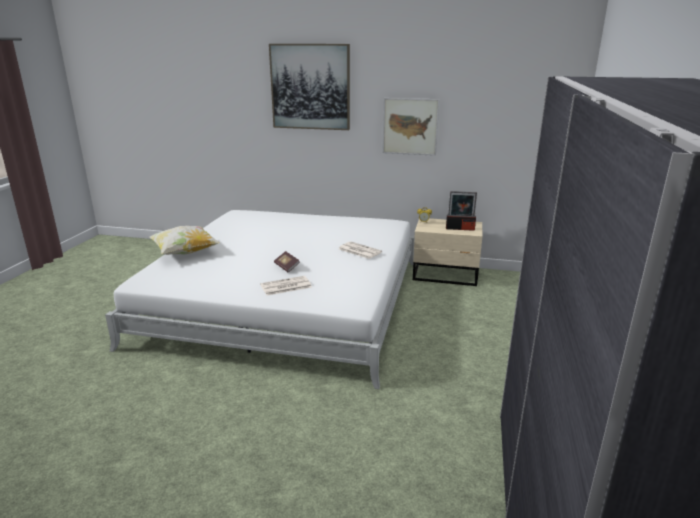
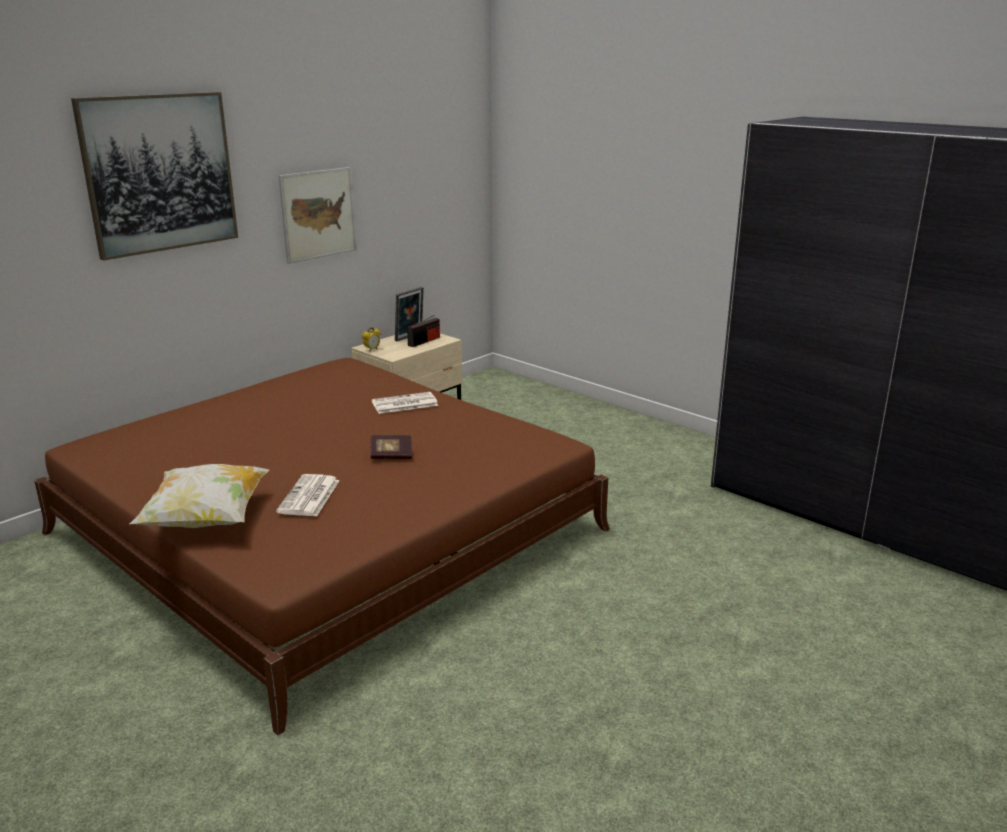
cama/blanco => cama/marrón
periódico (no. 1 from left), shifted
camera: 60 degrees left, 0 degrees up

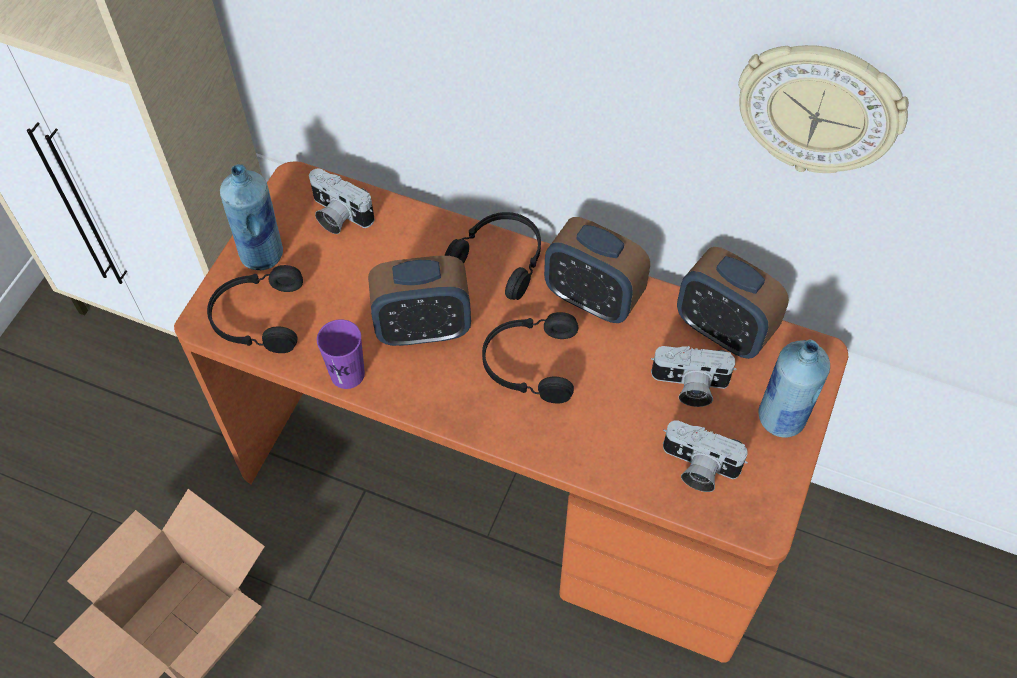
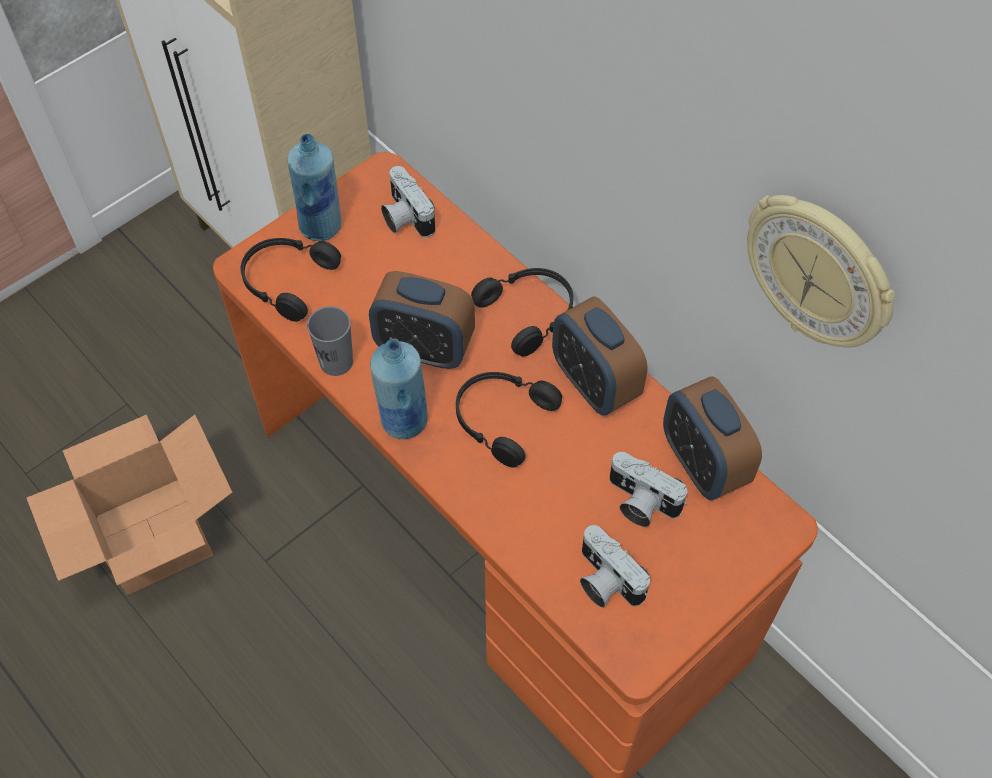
taza/morado => taza/gris
botella/azul (no. 2 from left), shifted
camera: 25 degrees right, 0 degrees up

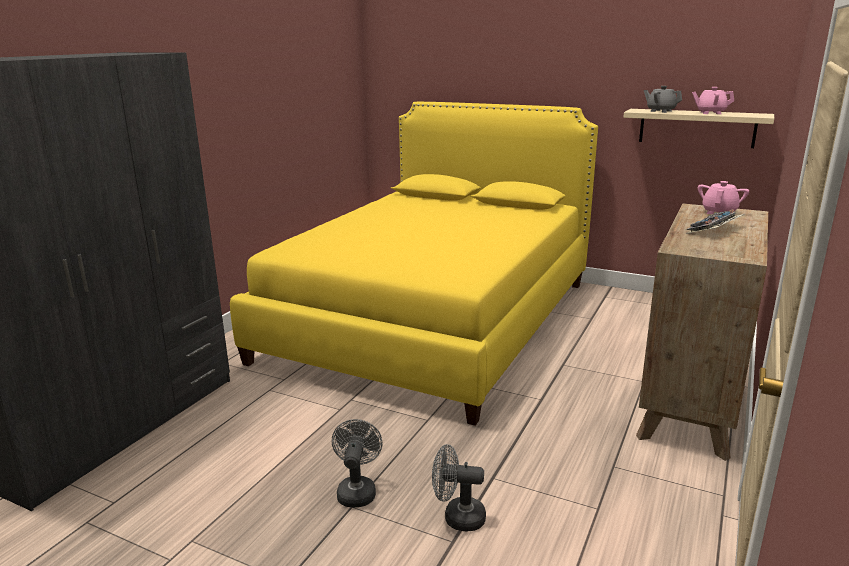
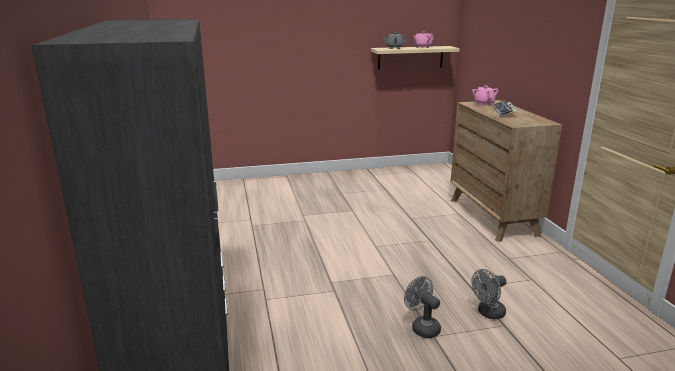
cama/amarillo => nothing
camera: 40 degrees left, 0 degrees up

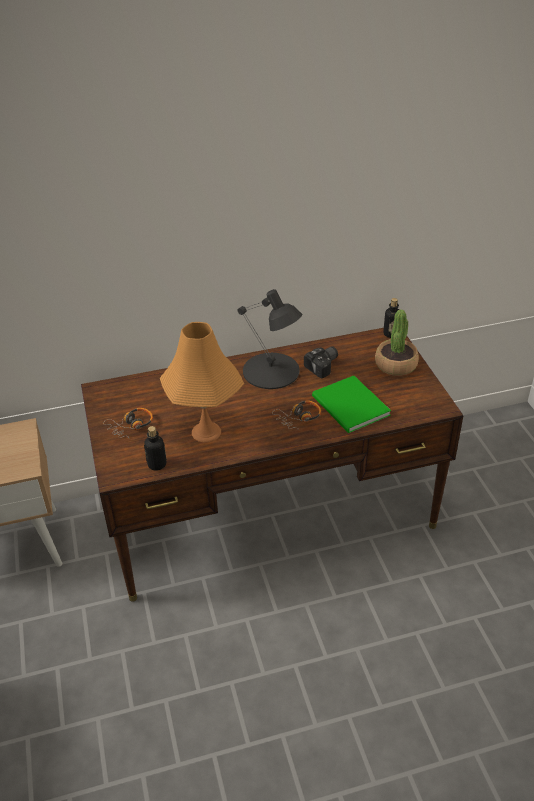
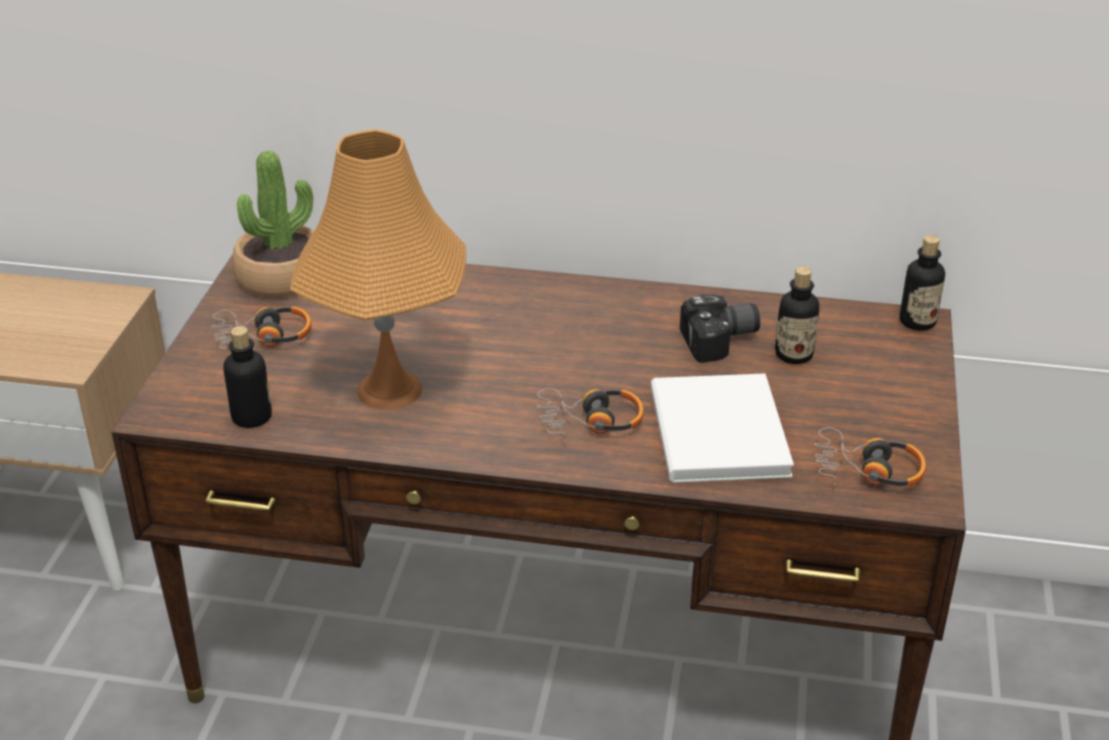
planta en maceta, shifted
libro/verde => libro/blanco
nothing => botella (no. 2 from left)
nothing => auriculares (no. 3 from left)
lámpara de mesa/negro => nothing
camera: 25 degrees right, 5 degrees down

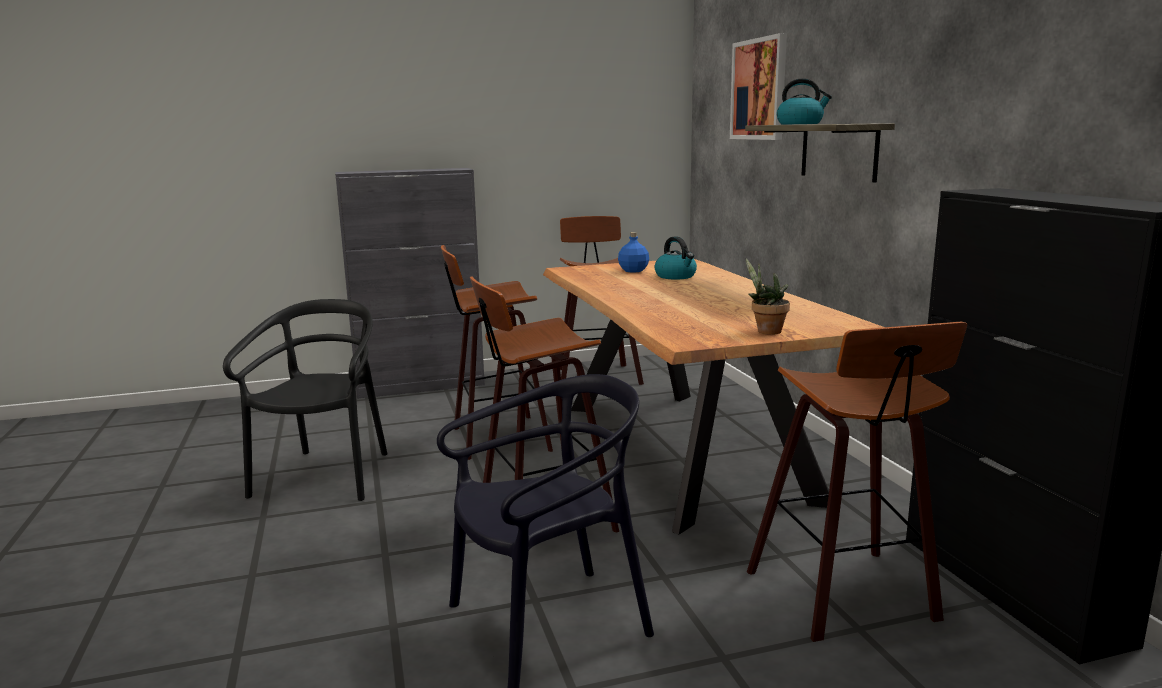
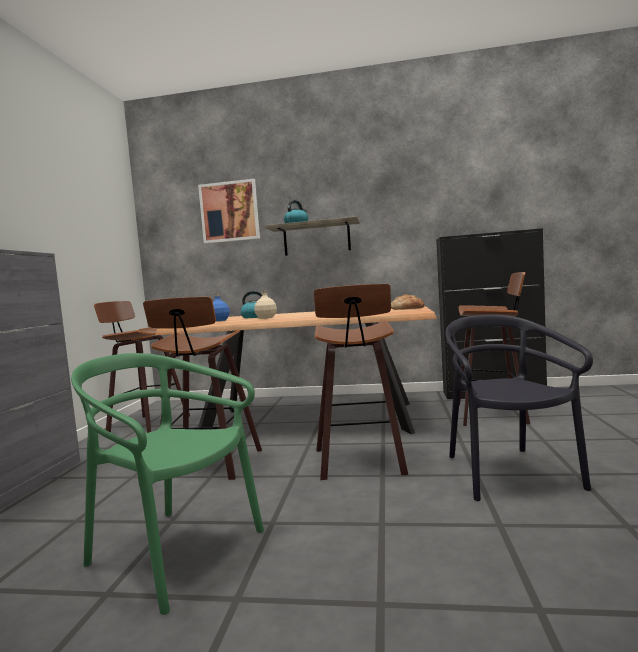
silla/negro (no. 1 from left) => silla/verde
nothing => botella/beis
planta en maceta => pan
camera: 65 degrees left, 10 degrees down

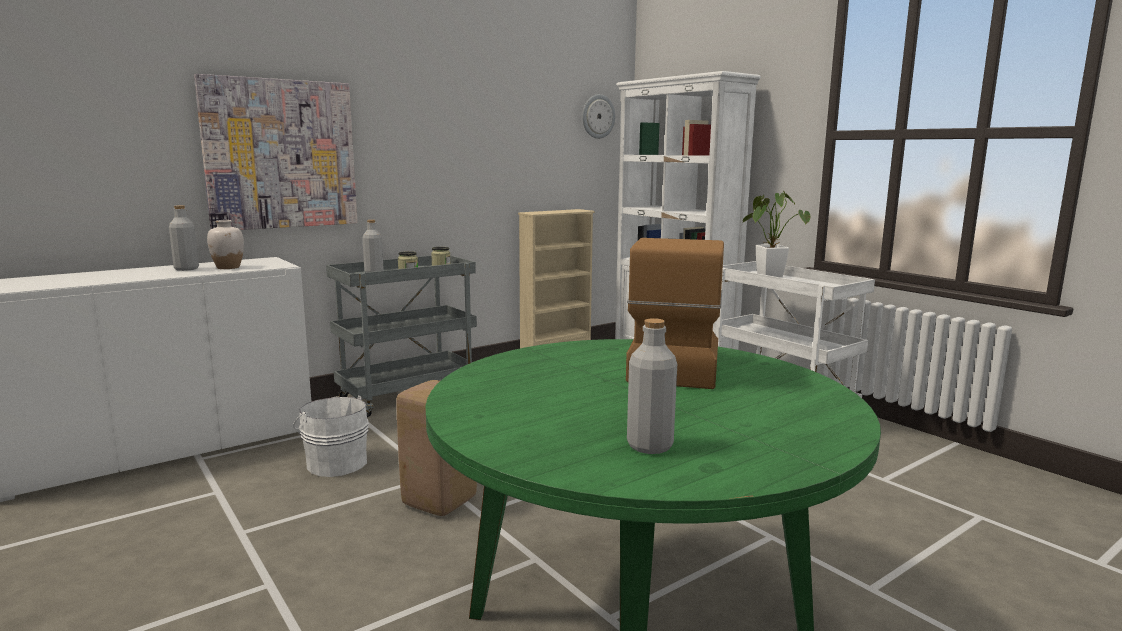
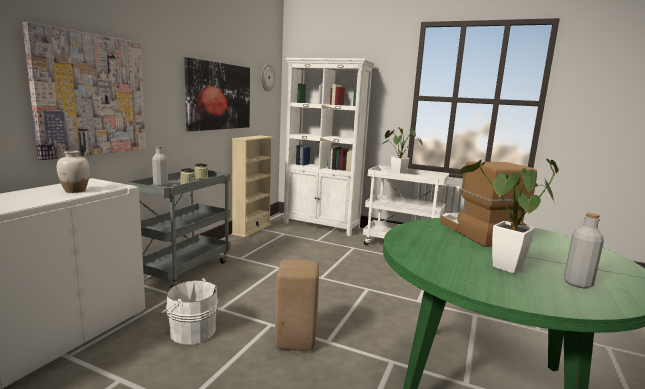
nothing => cuadro (no. 2 from left)
nothing => planta en maceta (no. 2 from left)
botella/gris (no. 1 from left) => nothing
camera: 30 degrees left, 0 degrees up

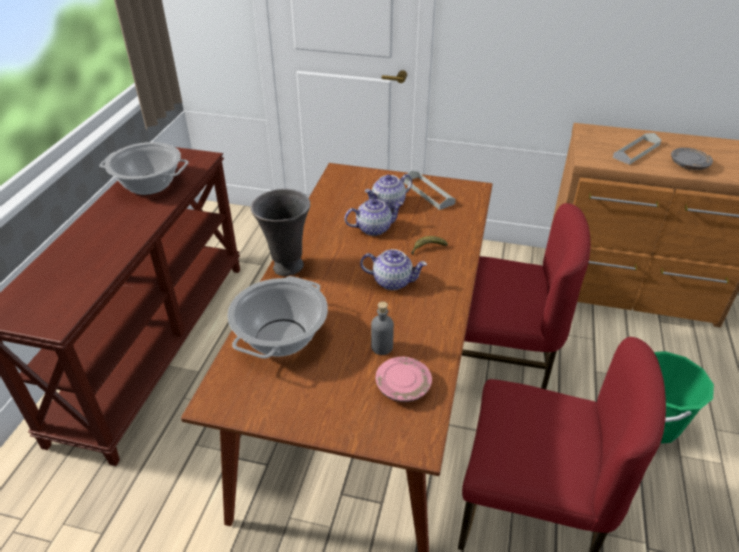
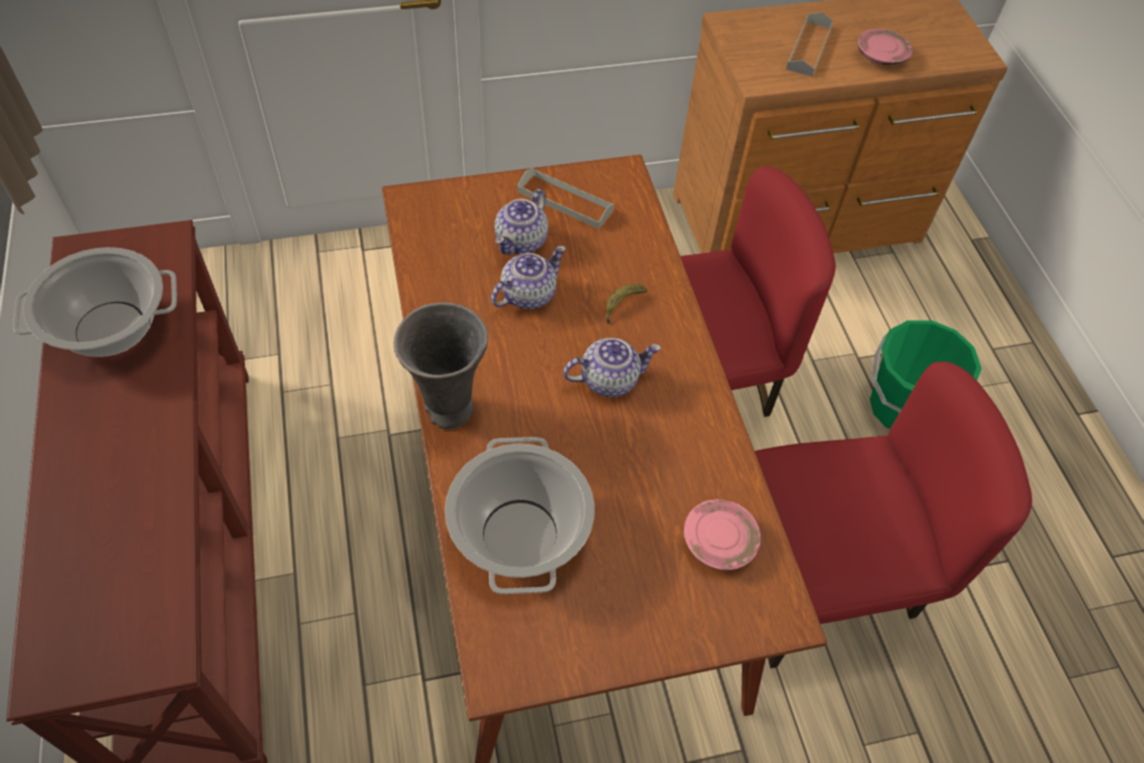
plato/gris => plato/rosa (no. 2 from left)
botella/gris => nothing
camera: 30 degrees left, 15 degrees up

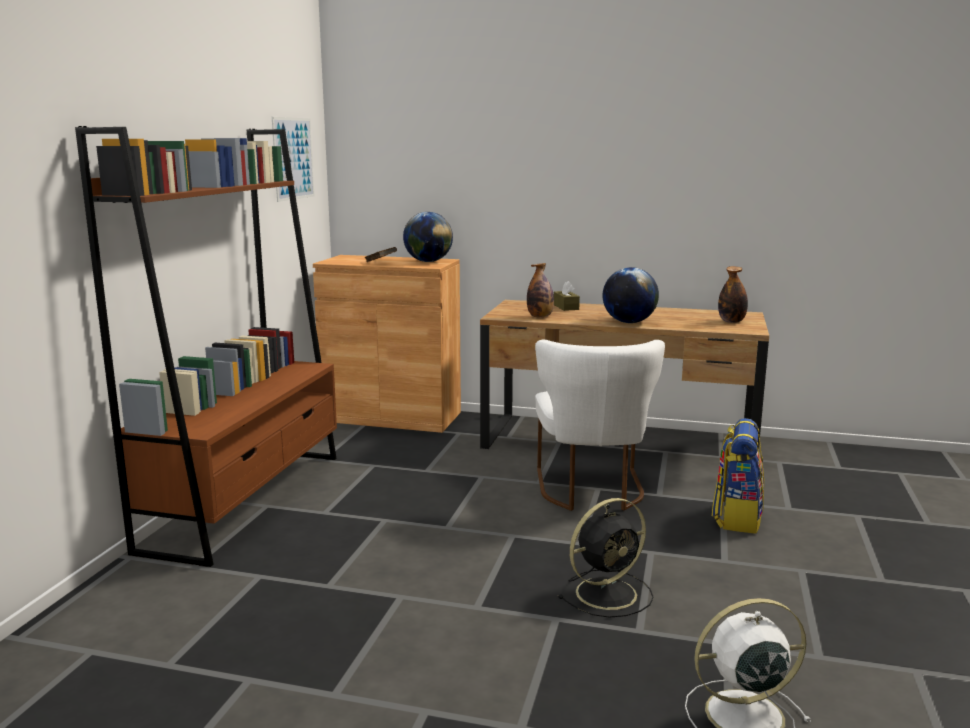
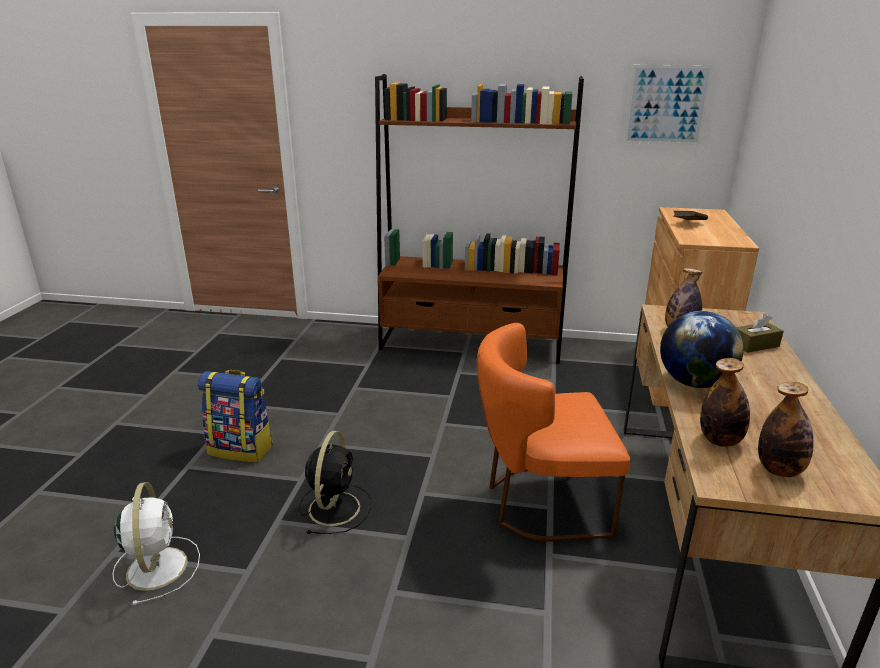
mochila, shifted
ventilador/negro, 135 degrees counterclockwise
silla/blanco => silla/naranja
nothing => botella (no. 2 from left)
globo terráqueo (no. 1 from left) => nothing
camera: 85 degrees right, 10 degrees up

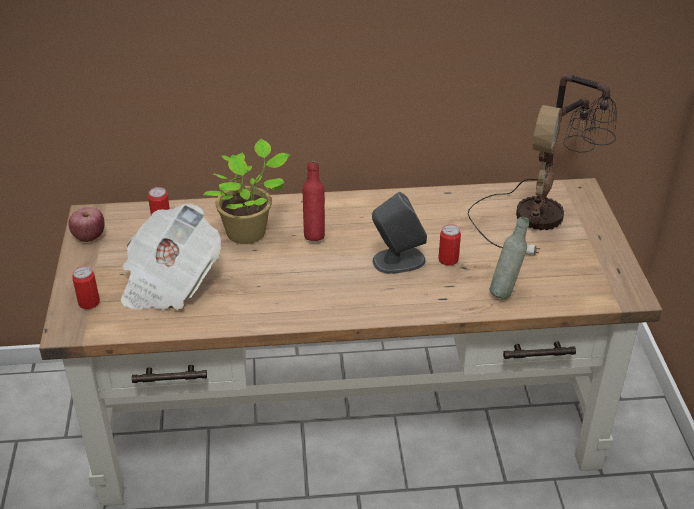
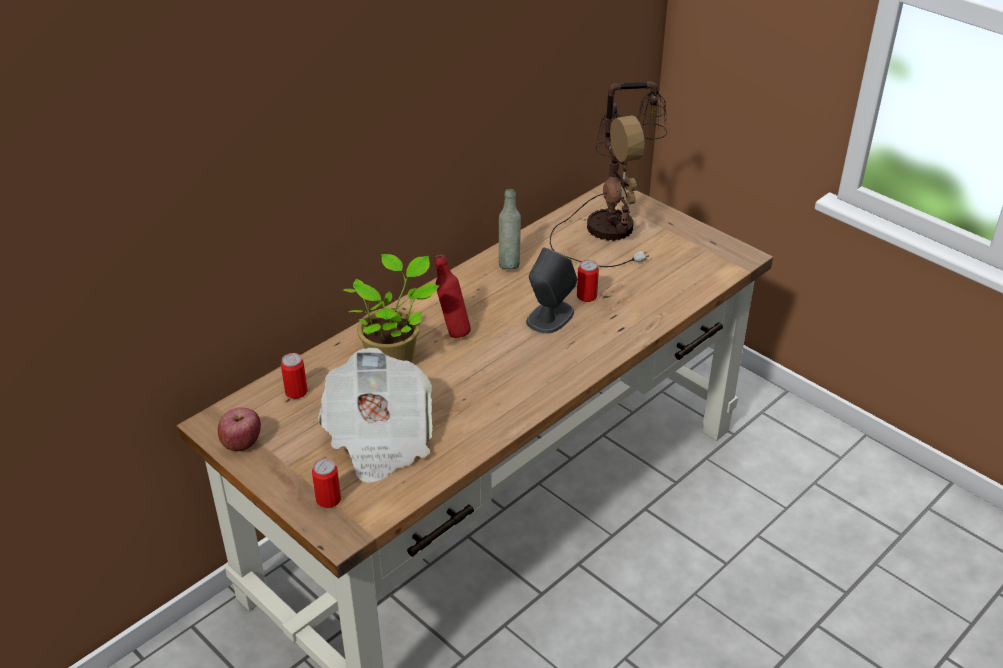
botella/gris, shifted
camera: 40 degrees left, 0 degrees up

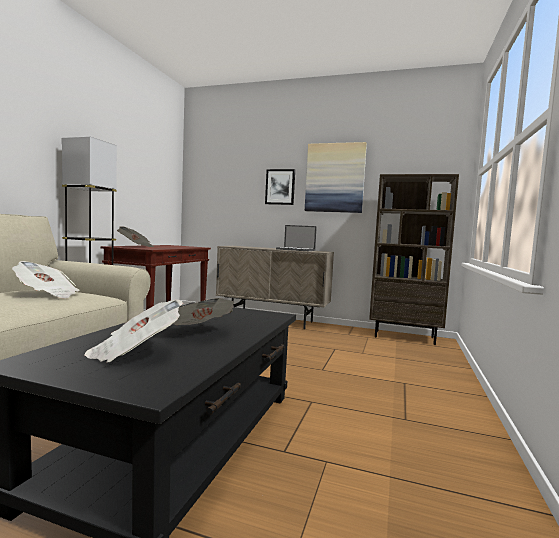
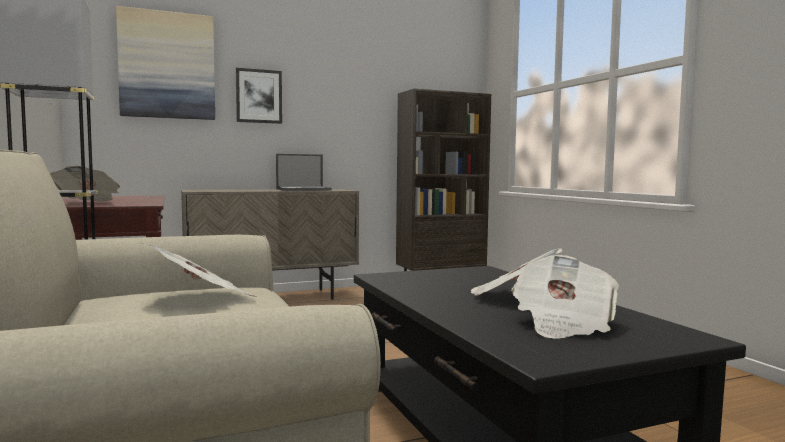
cuadro (no. 2 from left in the first image) => cuadro (no. 1 from left), shifted
camera: 40 degrees left, 0 degrees up

